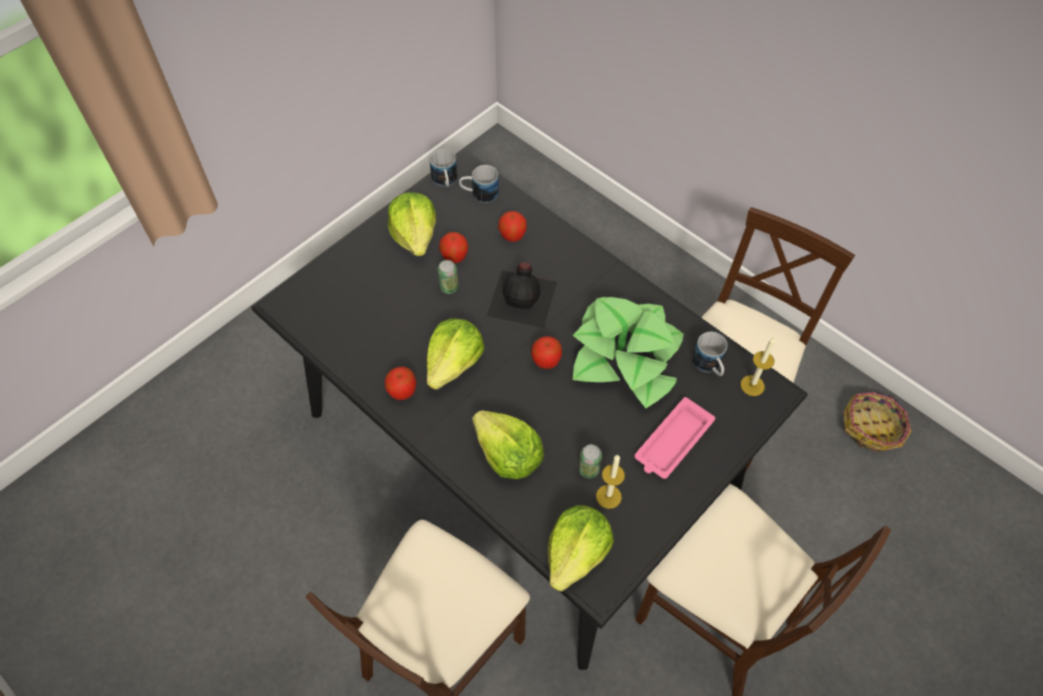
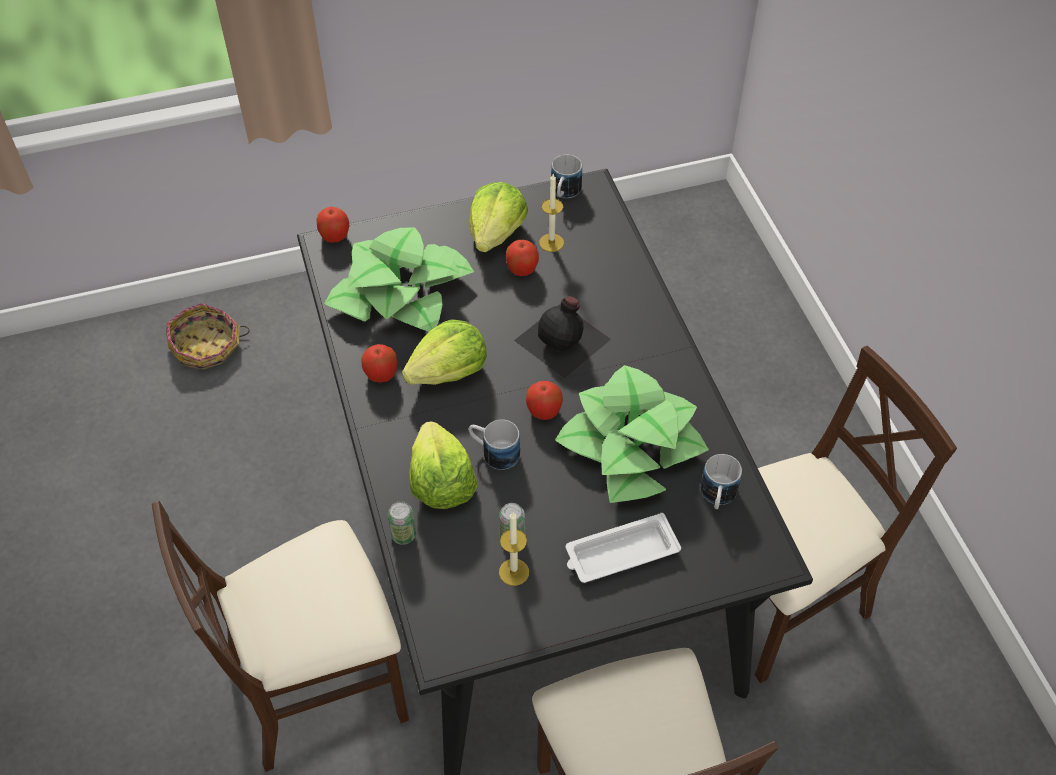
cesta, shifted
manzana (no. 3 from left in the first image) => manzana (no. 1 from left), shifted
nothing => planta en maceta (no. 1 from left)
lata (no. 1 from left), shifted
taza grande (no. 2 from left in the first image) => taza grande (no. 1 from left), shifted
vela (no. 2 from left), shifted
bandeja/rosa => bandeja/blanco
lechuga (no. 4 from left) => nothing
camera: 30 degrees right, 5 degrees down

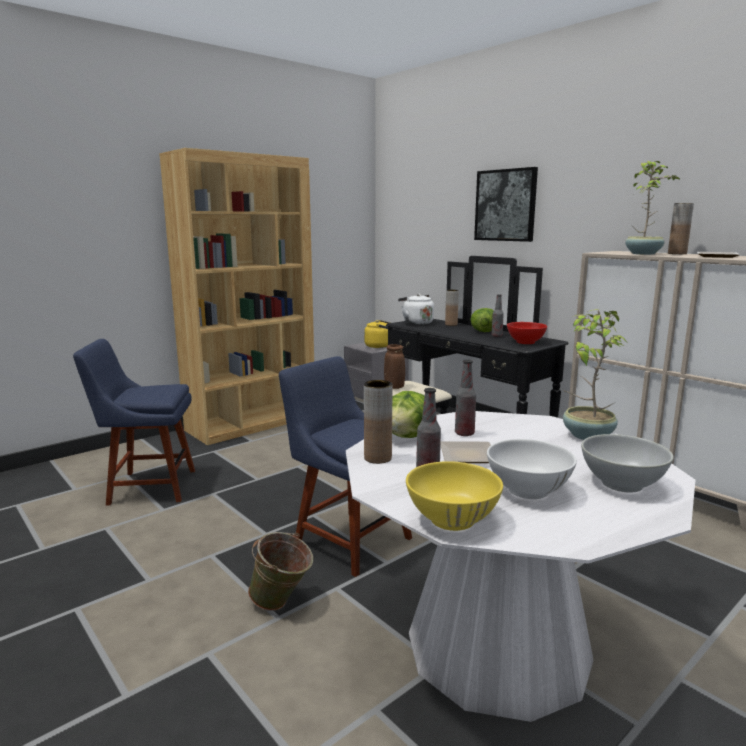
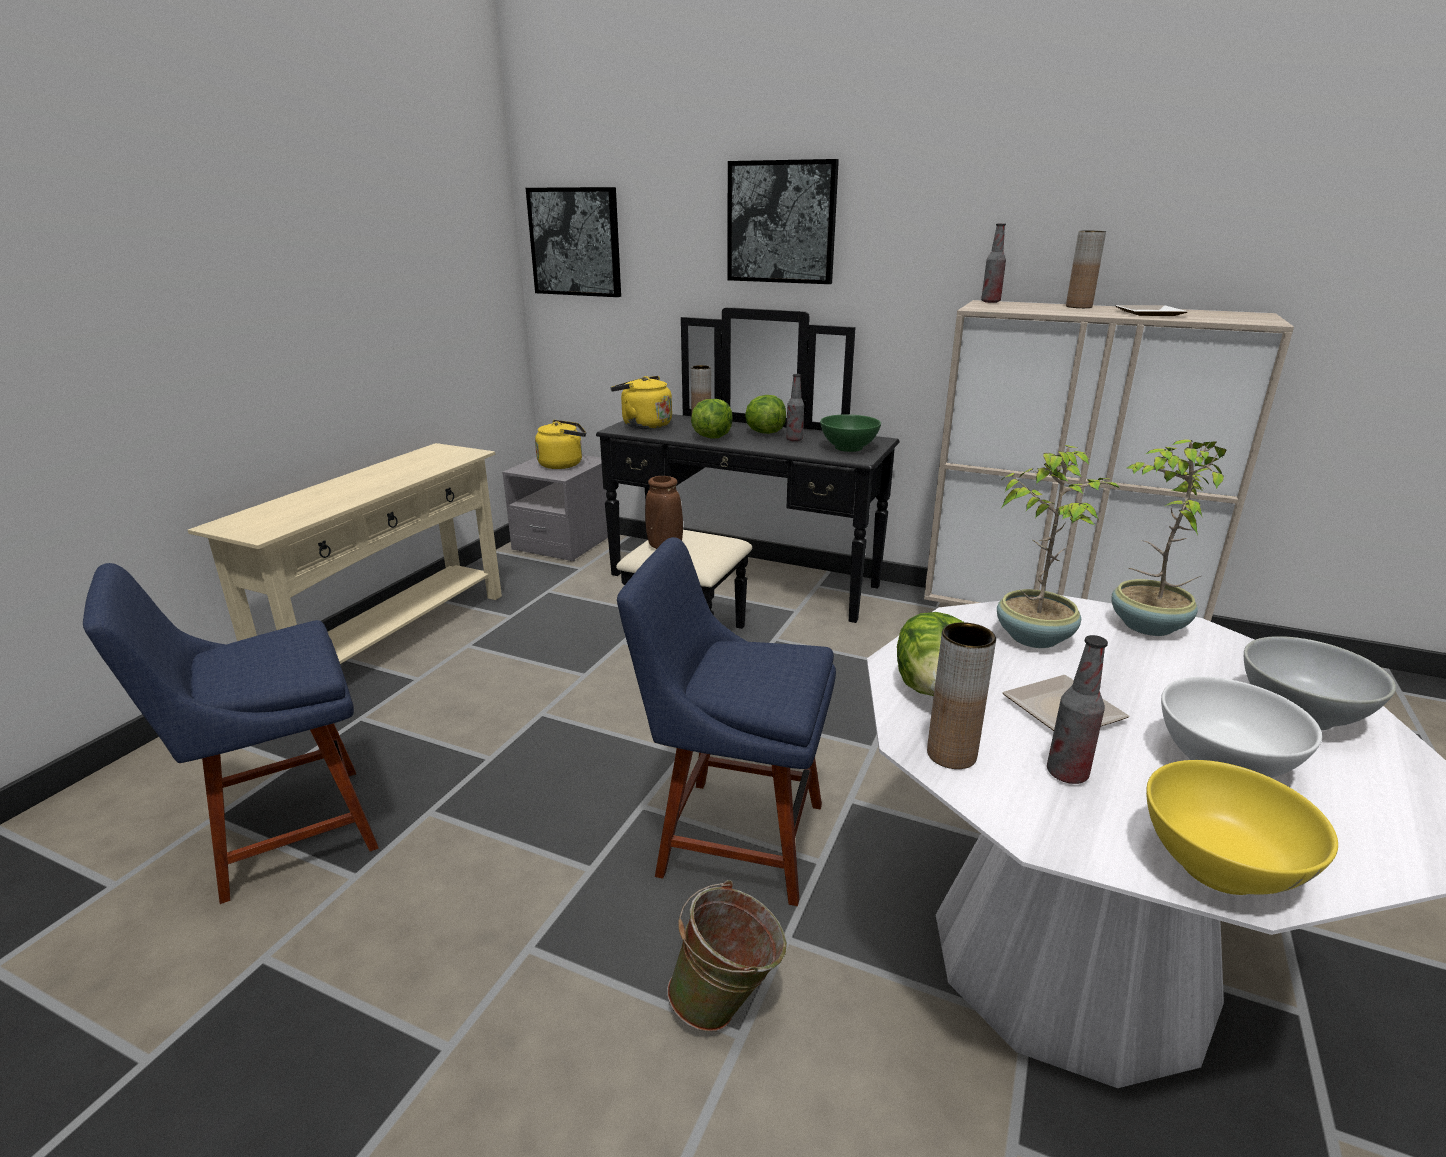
estantería/marrón => mesa consola/beis
nothing => cuadro (no. 1 from left)
hervidor/blanco => hervidor/amarillo (no. 2 from left)
nothing => lechuga (no. 1 from left)
cuenco/rojo => cuenco/verde
botella (no. 2 from left), shifted
planta en maceta (no. 2 from left in the first image) => planta en maceta (no. 1 from left), shifted
camera: 25 degrees left, 10 degrees up

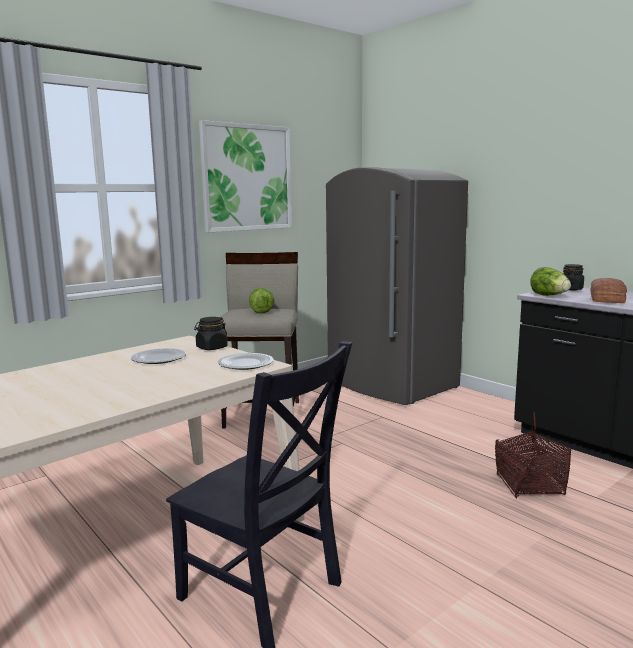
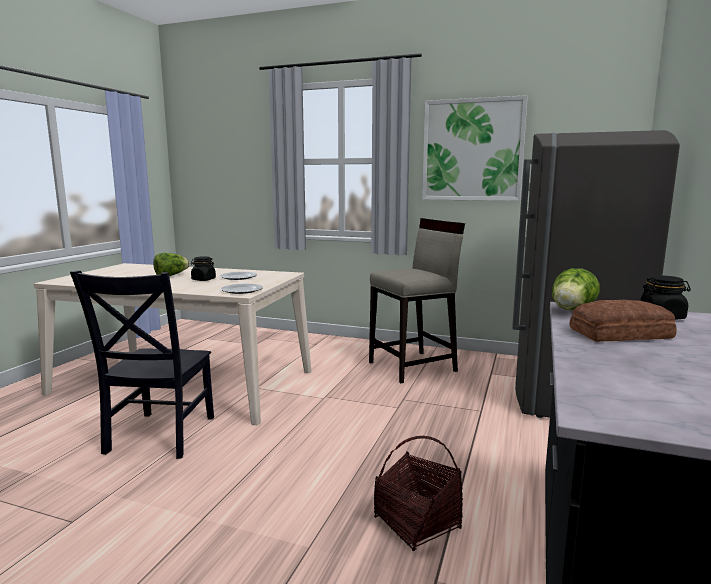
lechuga (no. 1 from left), shifted
tarro/negro (no. 1 from left), shifted
camera: 60 degrees right, 0 degrees up

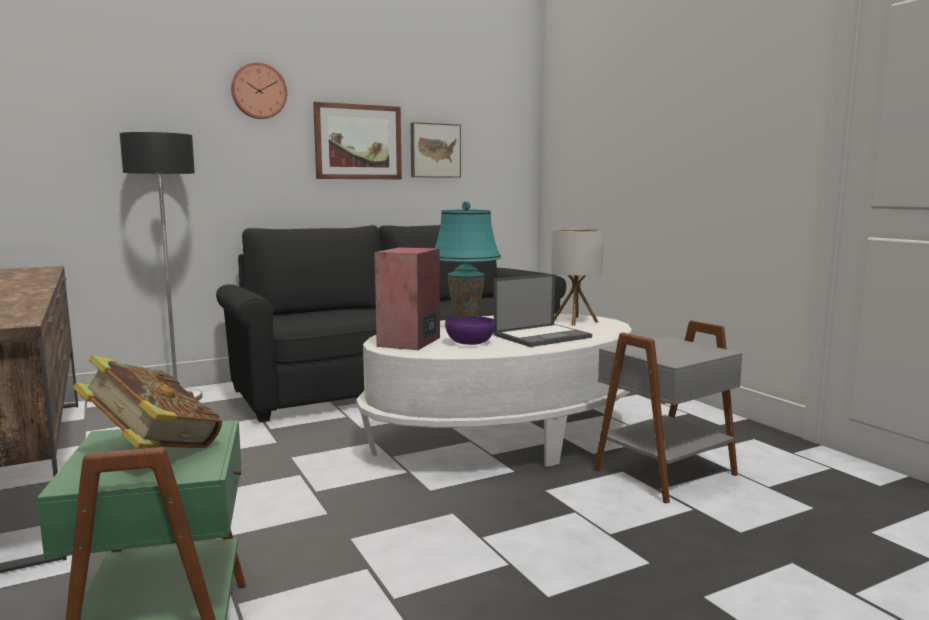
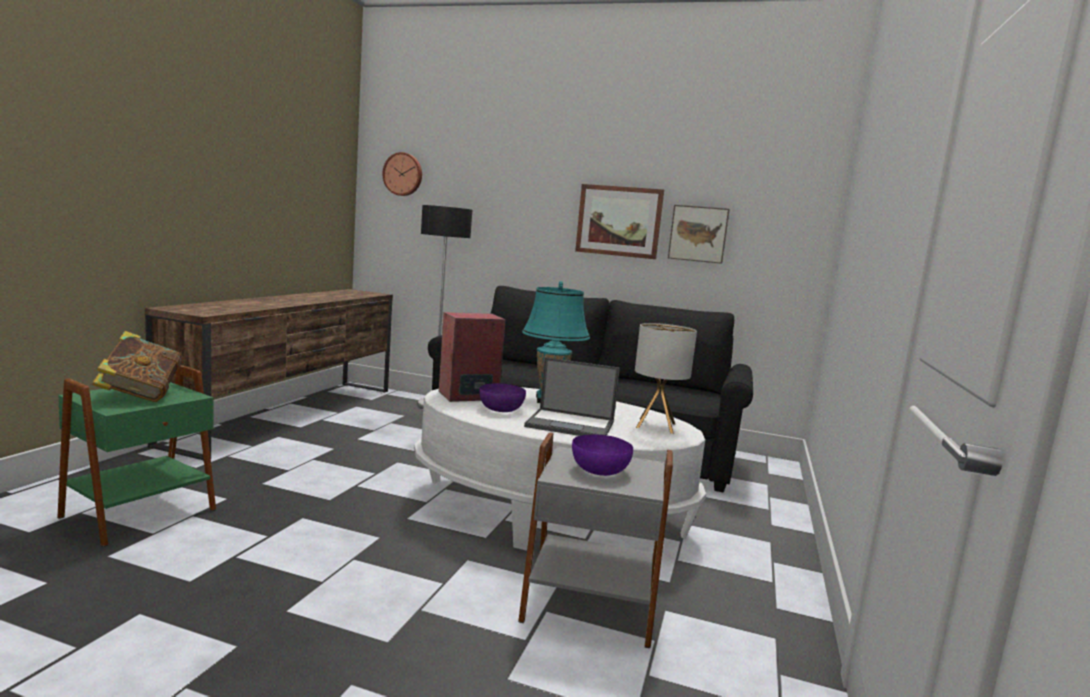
reloj de pared, shifted
nothing => cuenco/morado (no. 2 from left)
camera: 45 degrees right, 0 degrees up

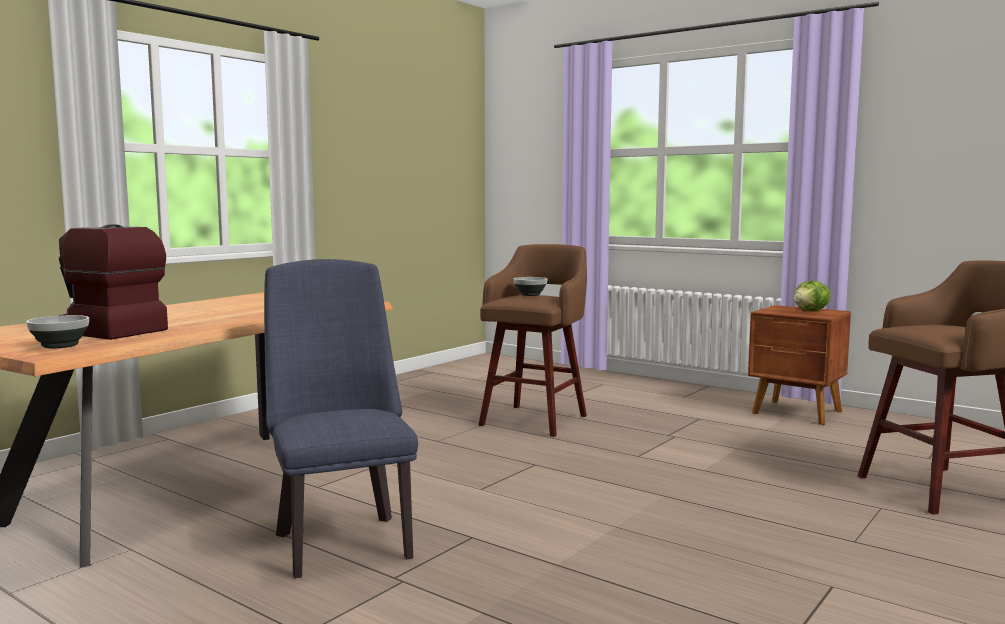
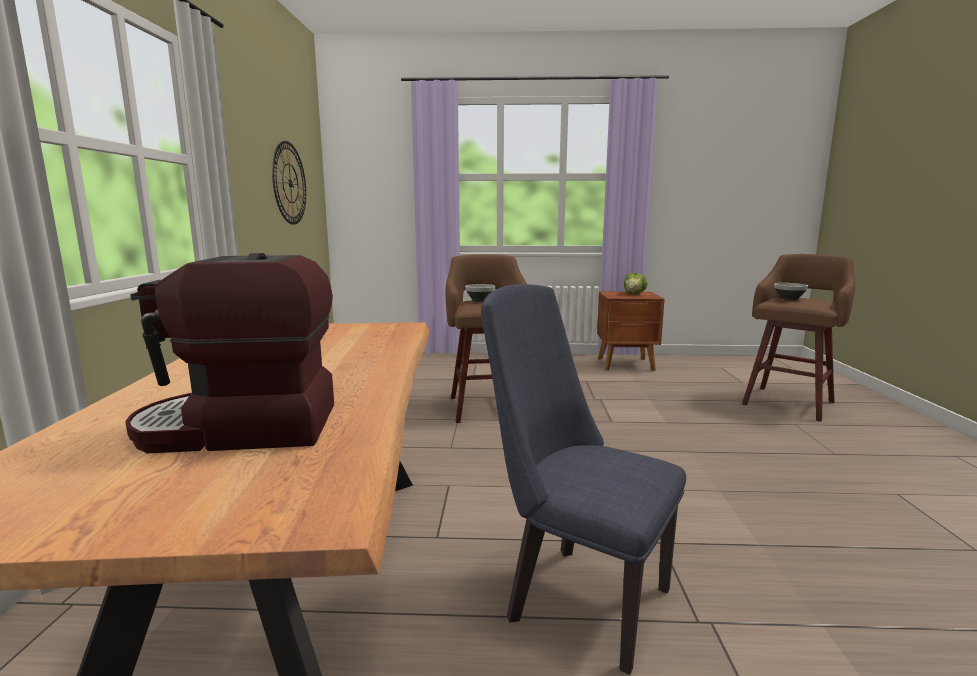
nothing => reloj de pared
cuenco (no. 1 from left in the first image) => cuenco (no. 2 from left), shifted
camera: 35 degrees left, 5 degrees up

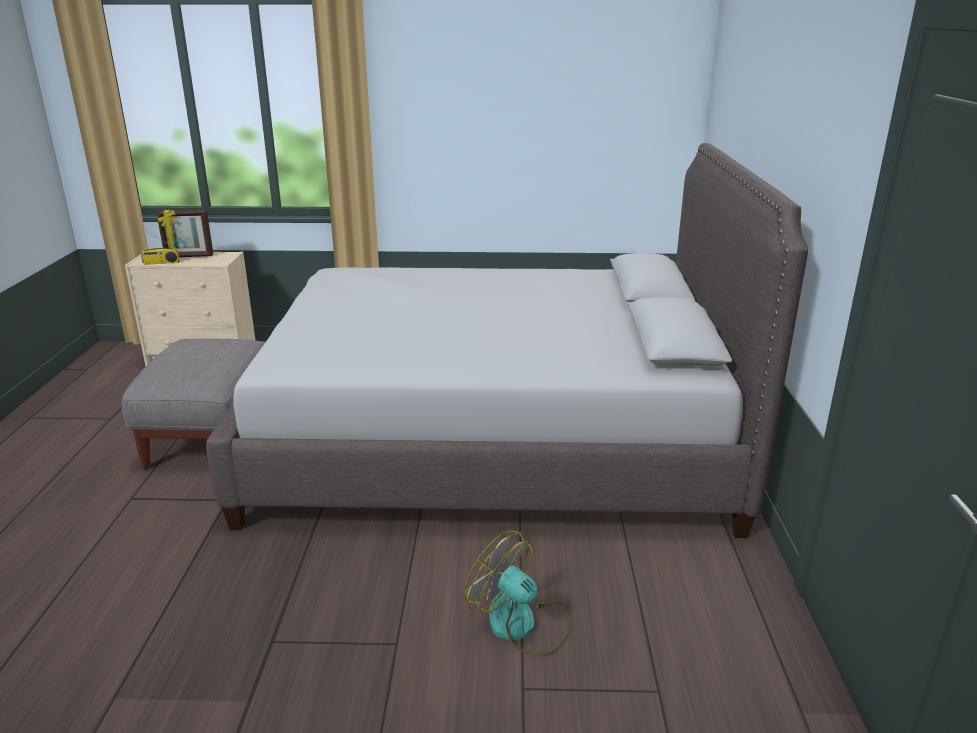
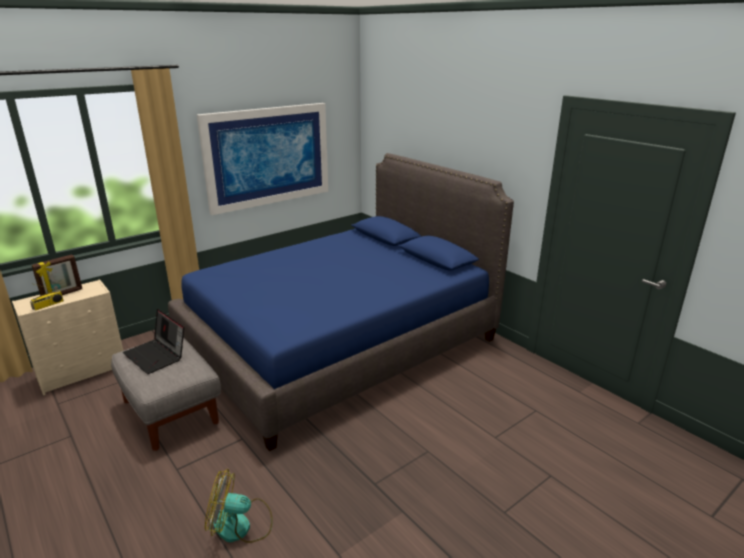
nothing => portátil
cama/gris => cama/azul
nothing => cuadro
ventilador, shifted
camera: 40 degrees left, 0 degrees up

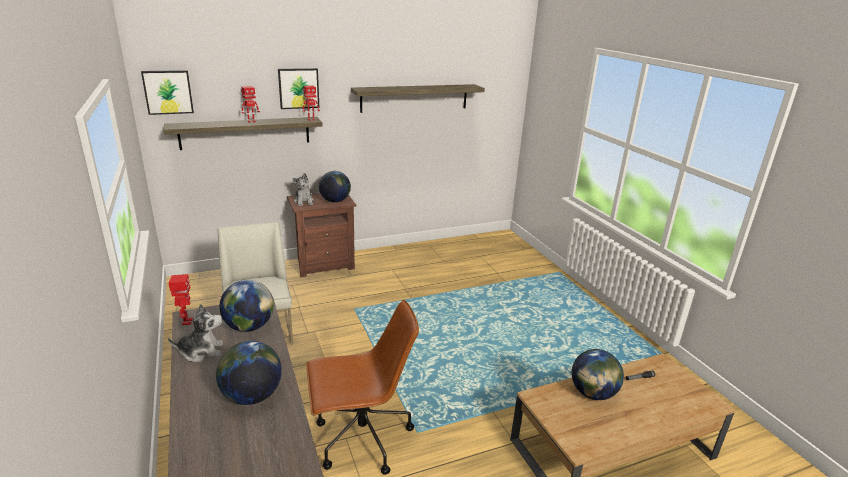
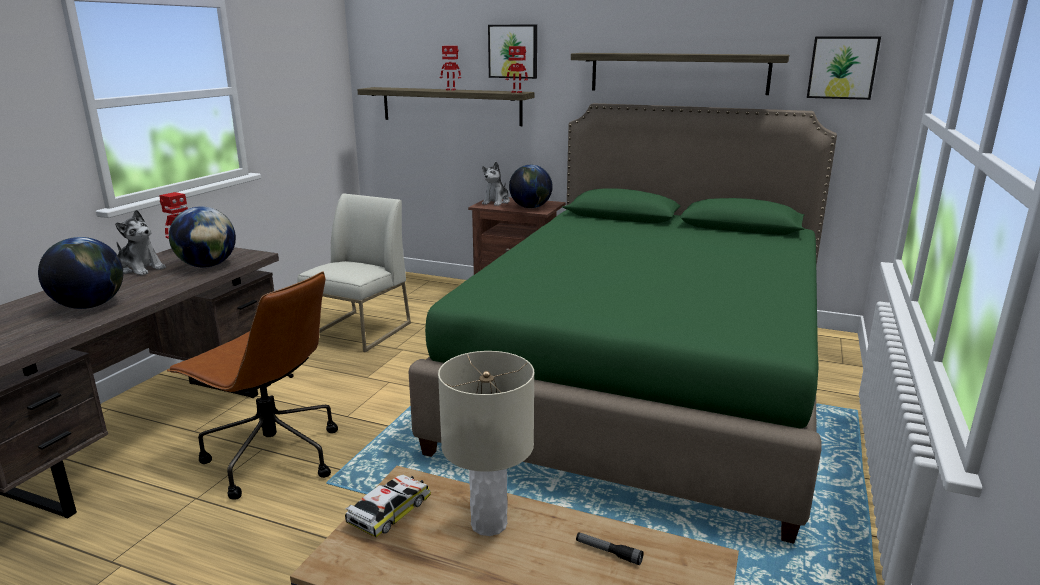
nothing => coche de juguete
nothing => cama/verde
globo terráqueo (no. 4 from left) => lámpara de mesa/beis
cuadro (no. 1 from left in the first image) => cuadro (no. 2 from left), shifted
camera: 45 degrees right, 5 degrees down

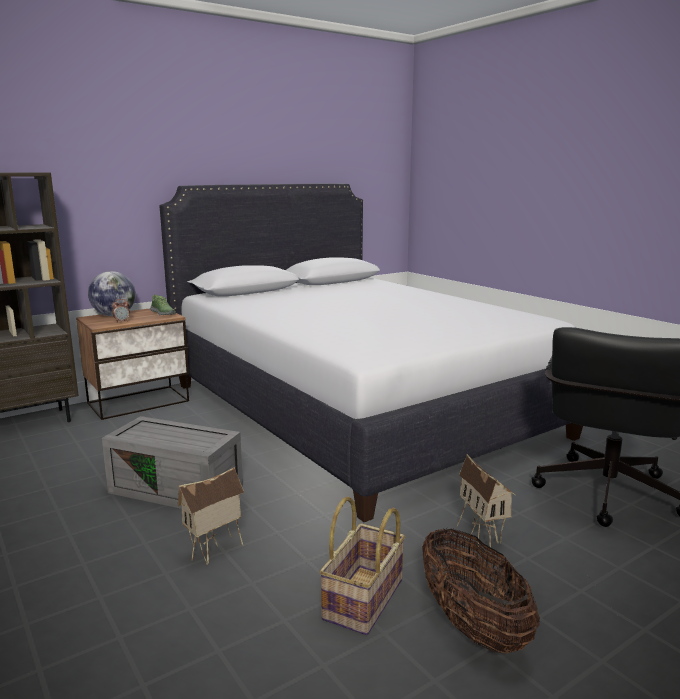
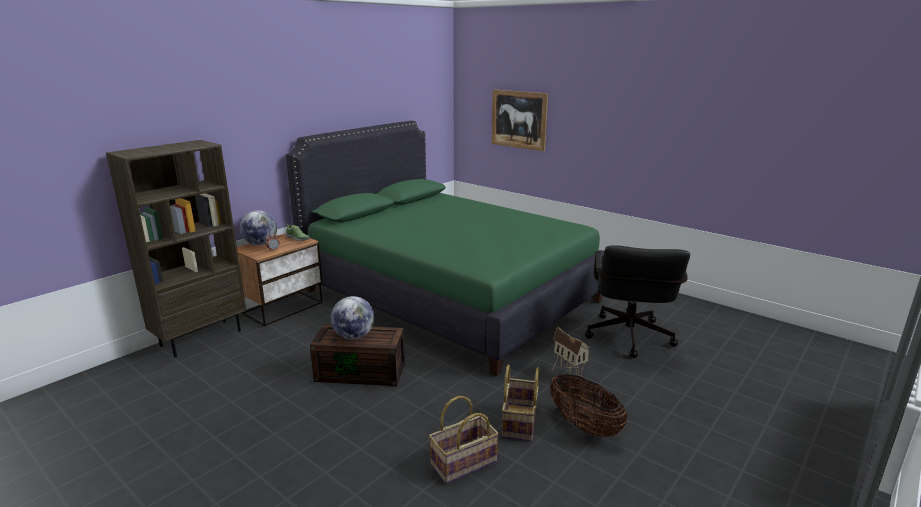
cama/blanco => cama/verde
caja de almacenaje/gris => caja de almacenaje/marrón
nothing => globo terráqueo (no. 2 from left)
nothing => cesta (no. 1 from left)
nothing => cuadro
casita (no. 1 from left) => nothing
camera: 15 degrees left, 5 degrees up

